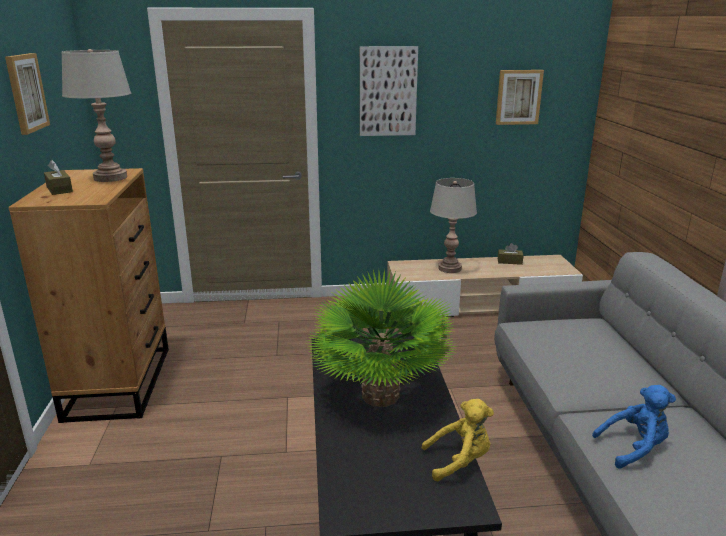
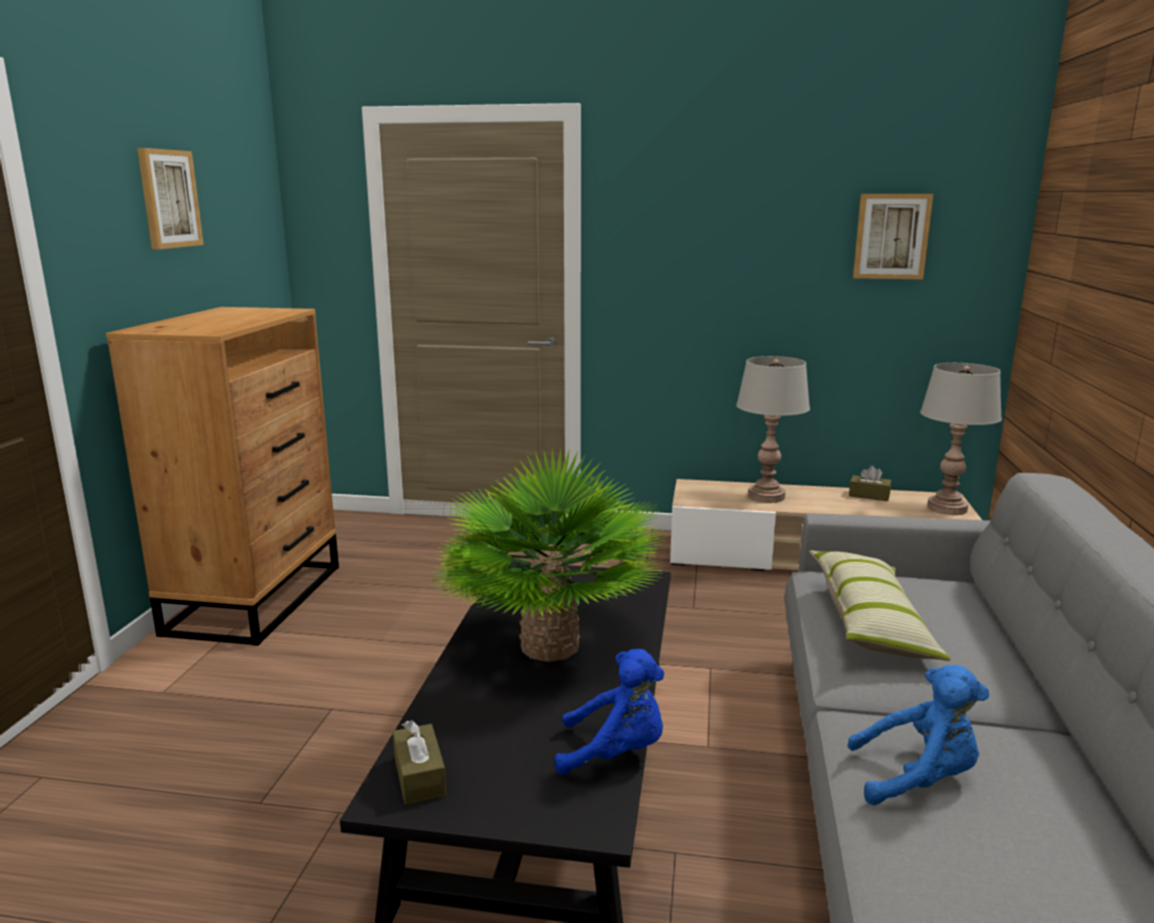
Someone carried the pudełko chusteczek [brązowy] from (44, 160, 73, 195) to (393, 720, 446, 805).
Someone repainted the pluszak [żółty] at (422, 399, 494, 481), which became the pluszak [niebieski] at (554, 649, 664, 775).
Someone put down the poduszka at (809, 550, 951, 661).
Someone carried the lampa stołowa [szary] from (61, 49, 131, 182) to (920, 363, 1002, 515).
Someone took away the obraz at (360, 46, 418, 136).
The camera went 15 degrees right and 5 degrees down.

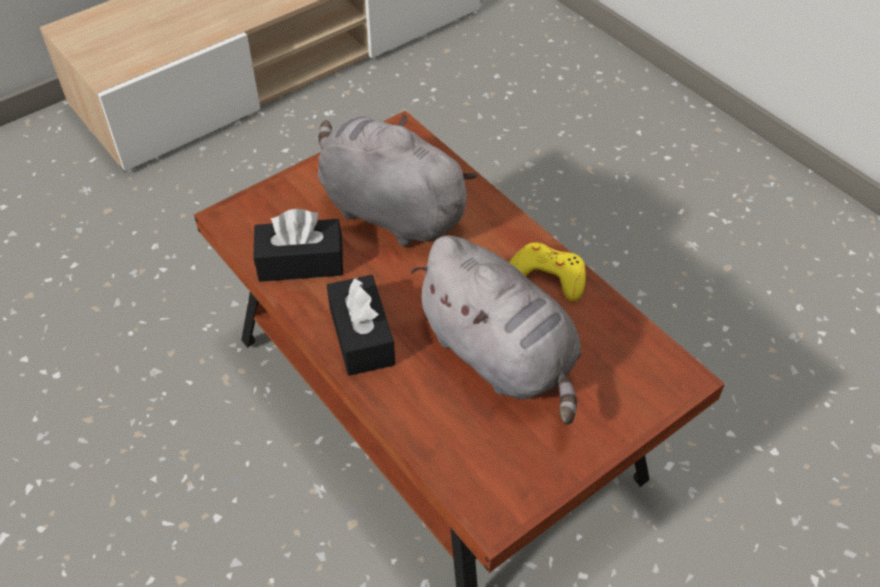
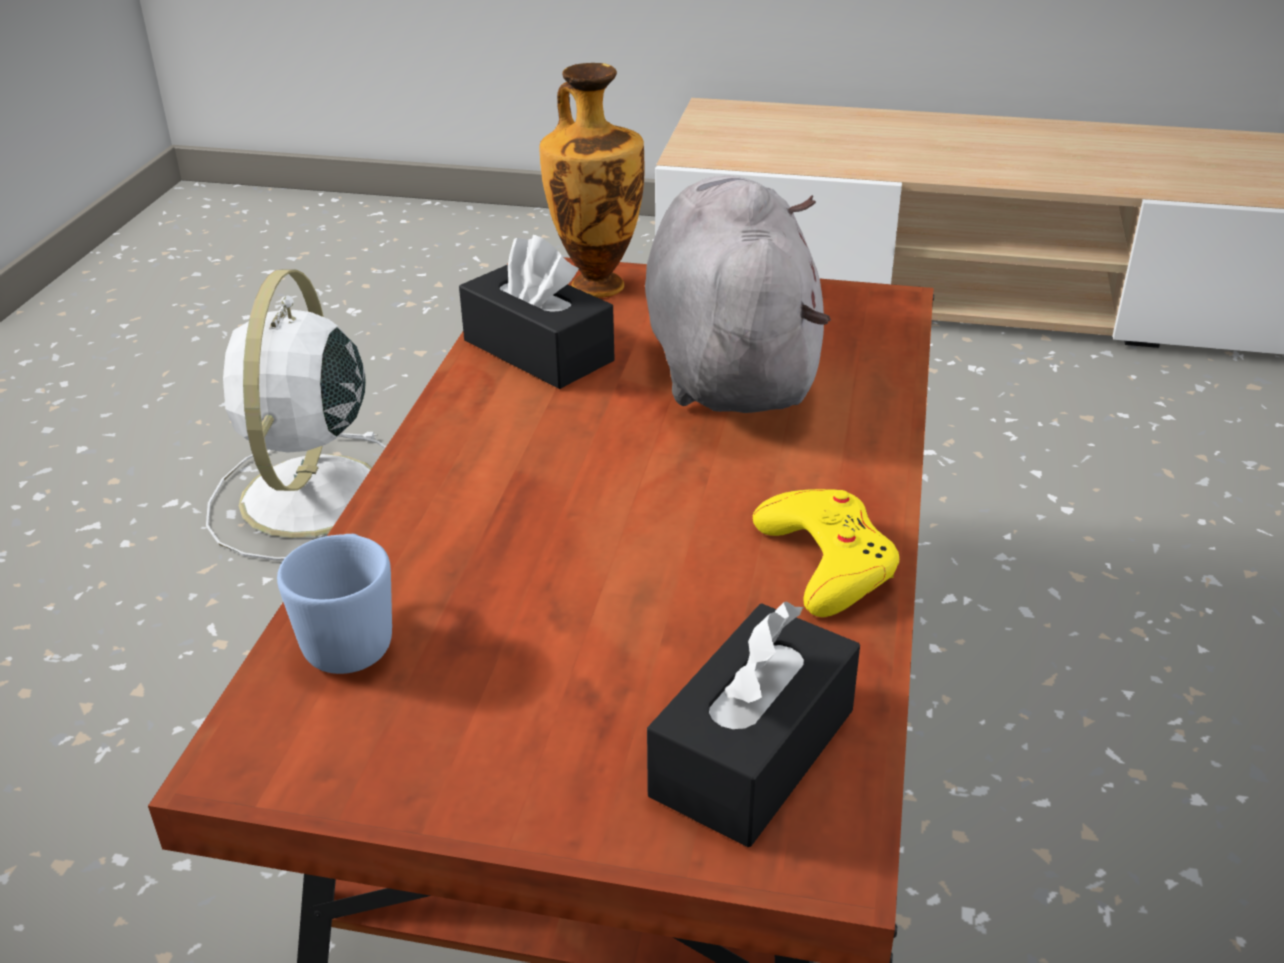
Someone put down the wentylator [biały] at (206, 269, 386, 561).
Someone put down the kubek [niebieski] at (277, 534, 392, 674).
Someone put down the wazon at (540, 63, 645, 298).
Someone carried the pudełko chusteczek [czarny] from (327, 275, 395, 376) to (647, 601, 860, 847).
Someone took away the pluszak [szary] at (411, 235, 581, 425).
The camera went 50 degrees right and 15 degrees down.

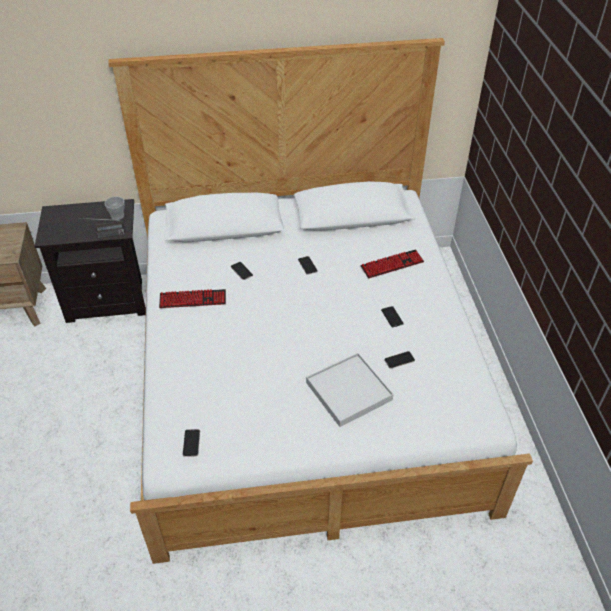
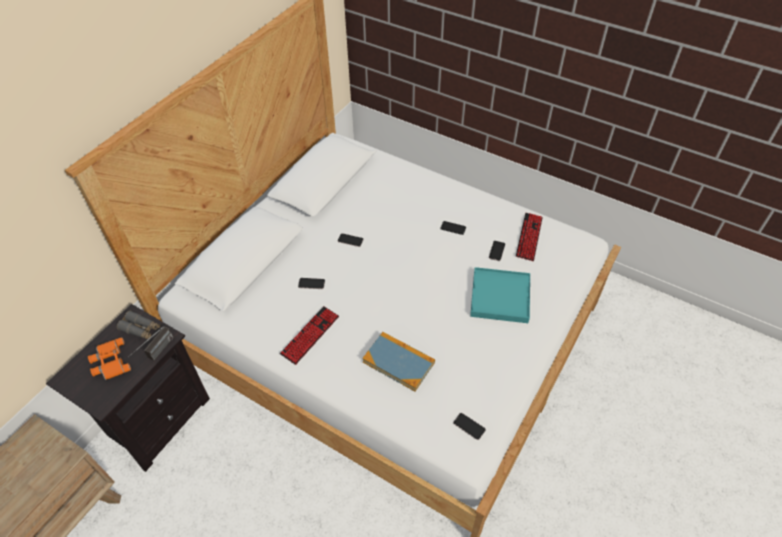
Someone put down the lornetka [pomarańczowy] at (88, 337, 131, 380).
Someone swapped the filiżanka at (105, 197, 125, 220) for the lornetka [szary] at (117, 311, 160, 340).
Someone put down the książka at (362, 332, 435, 391).
Someone repainted the taca [biały] at (306, 353, 394, 427), which became the taca [turkusowy] at (470, 267, 530, 323).
Someone carried the klawiatura from (361, 250, 424, 278) to (516, 213, 543, 261).
The camera went 50 degrees left and 5 degrees up.

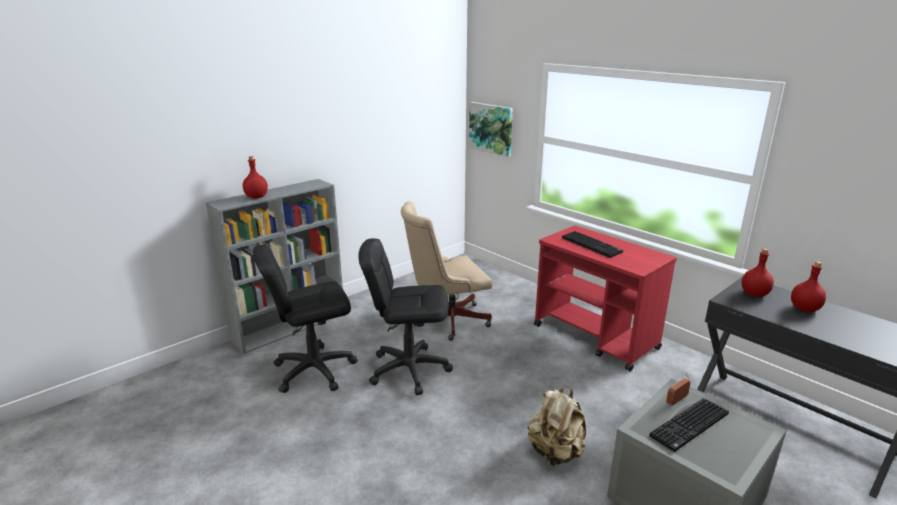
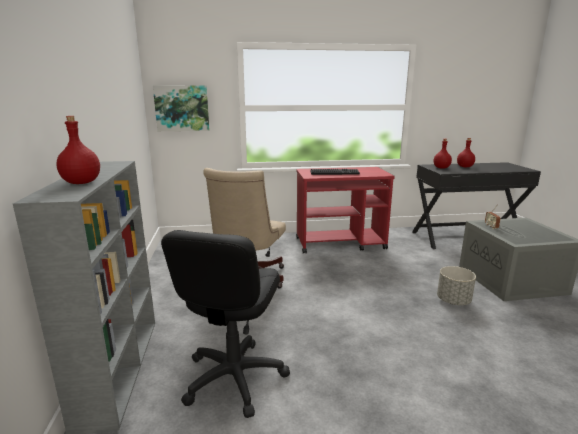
Someone swapped the plecak [beżowy] at (528, 386, 586, 466) for the donica [szary] at (437, 266, 476, 305).
Someone took away the krzesło biurowe [czarny] at (358, 238, 453, 395).
Someone took away the klawiatura at (649, 398, 729, 452).
The camera went 55 degrees left and 5 degrees down.

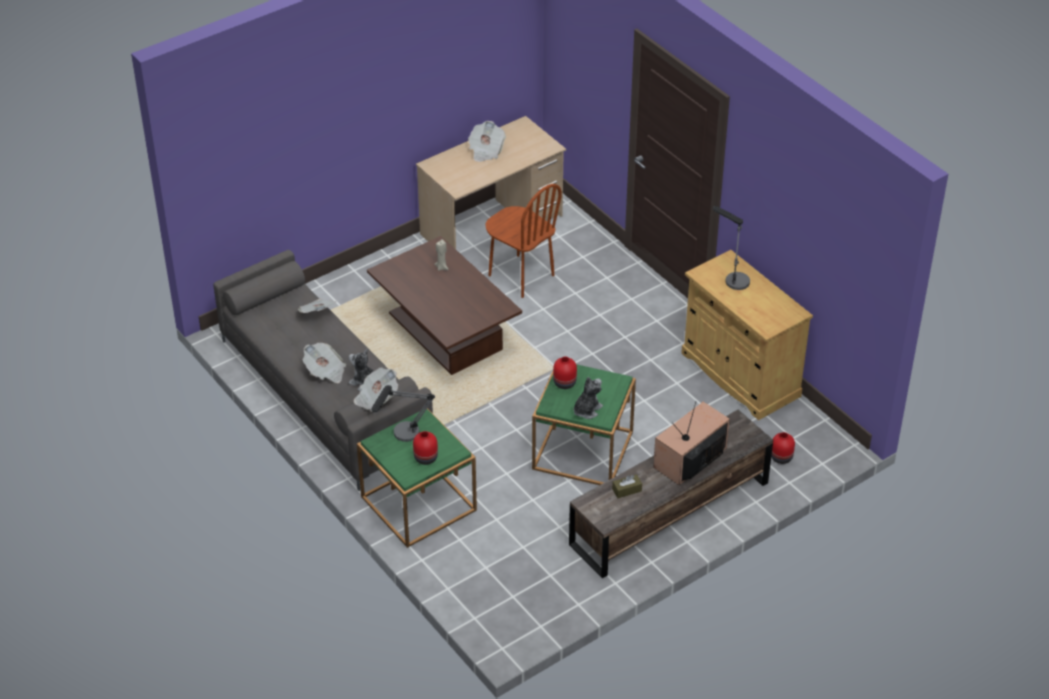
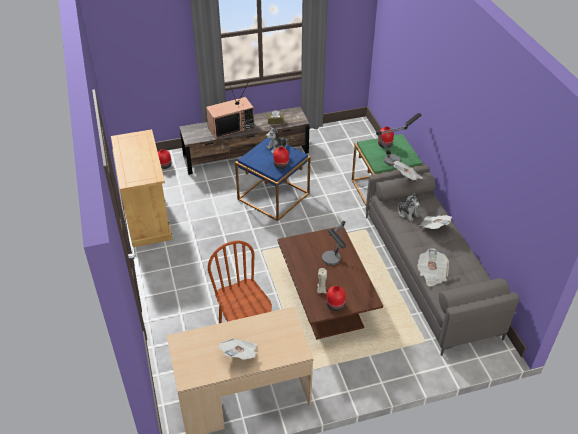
Someone repainted the stolik [zielony] at (532, 364, 636, 485), which became the stolik [niebieski] at (235, 138, 311, 221).
Someone carried the lampa stołowa from (713, 206, 750, 290) to (322, 221, 346, 265).
Someone put down the wazon [czerwony] at (326, 286, 346, 311).
The camera went 160 degrees left and 0 degrees up.

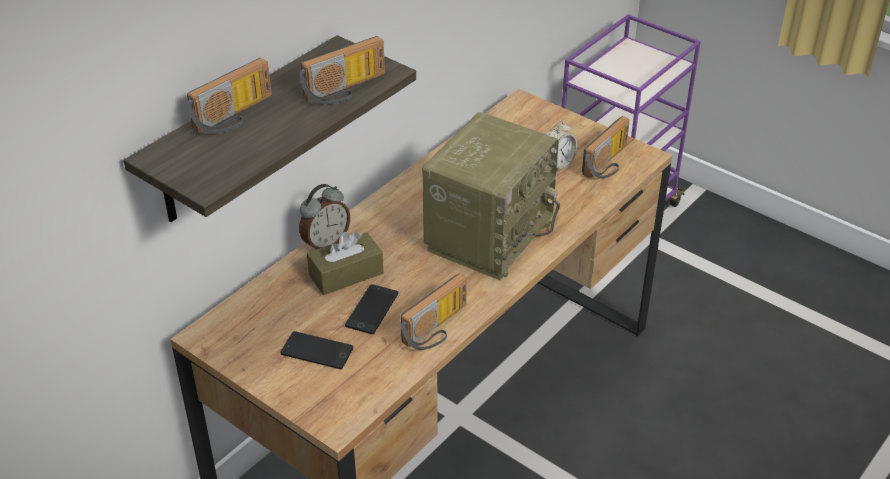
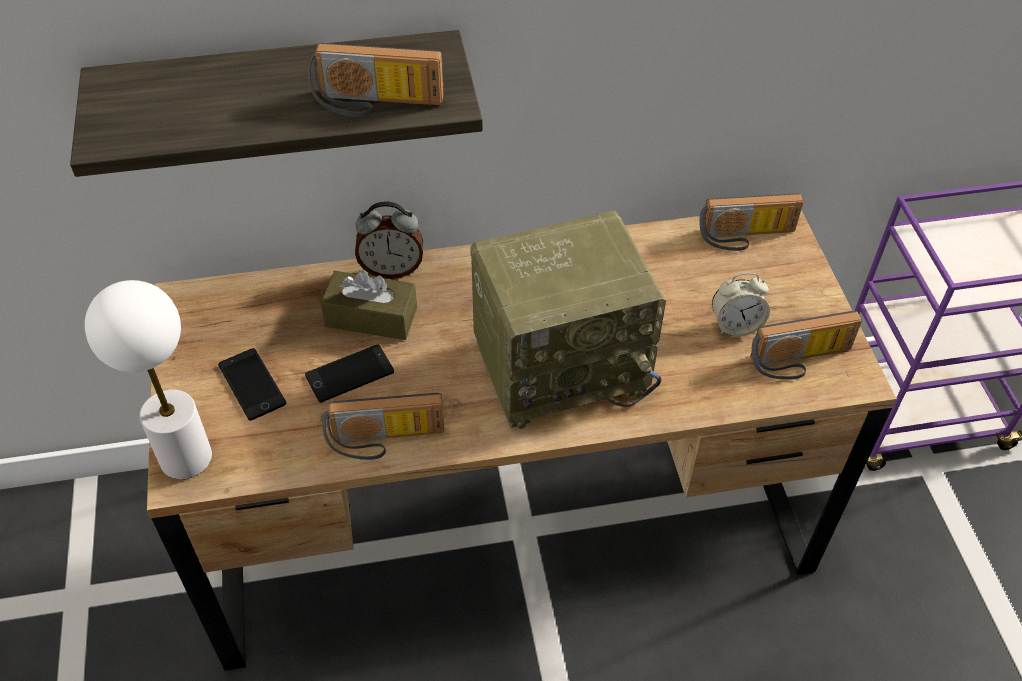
Someone put down the lampa stołowa [biały] at (85, 280, 212, 479).
Someone carried the radio from (187, 58, 271, 134) to (699, 194, 803, 251).
The camera went 40 degrees right and 10 degrees up.

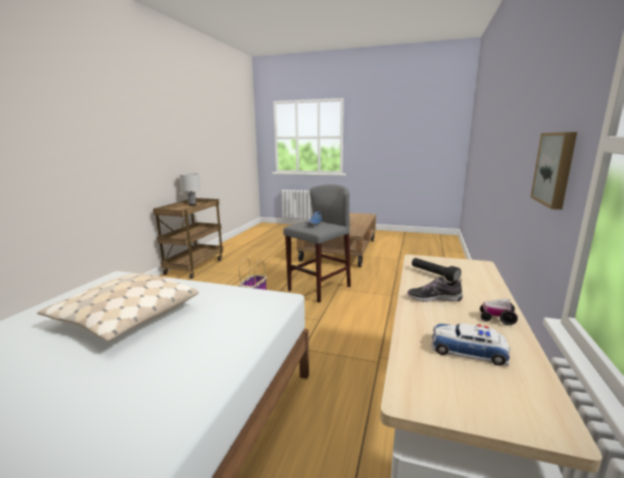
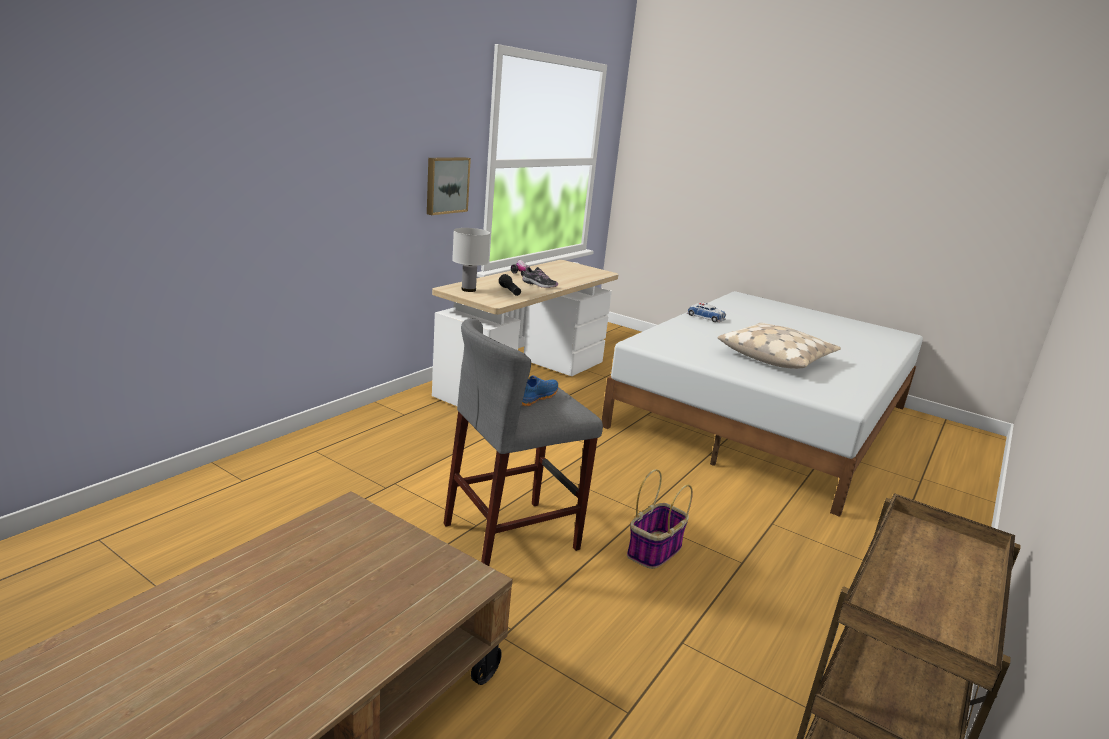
Someone carried the lampa stołowa [biały] from (179, 173, 201, 206) to (452, 228, 490, 292).
Someone carried the samochodzik from (431, 323, 510, 366) to (687, 302, 726, 322).
The camera went 165 degrees left and 5 degrees up.

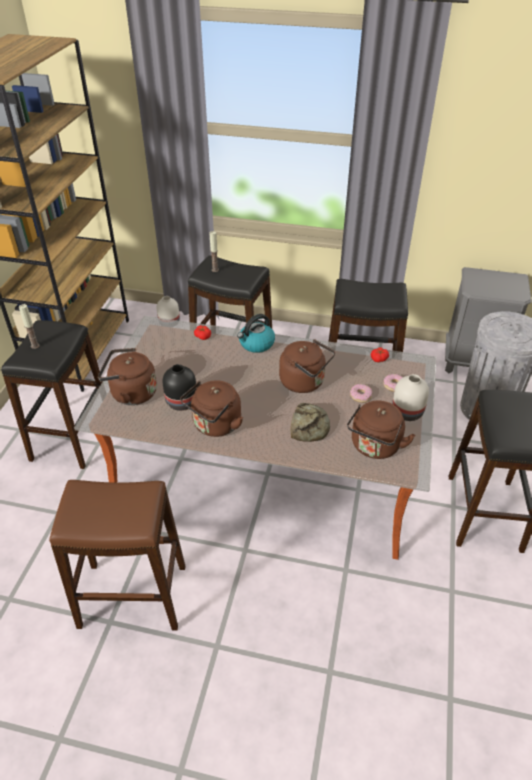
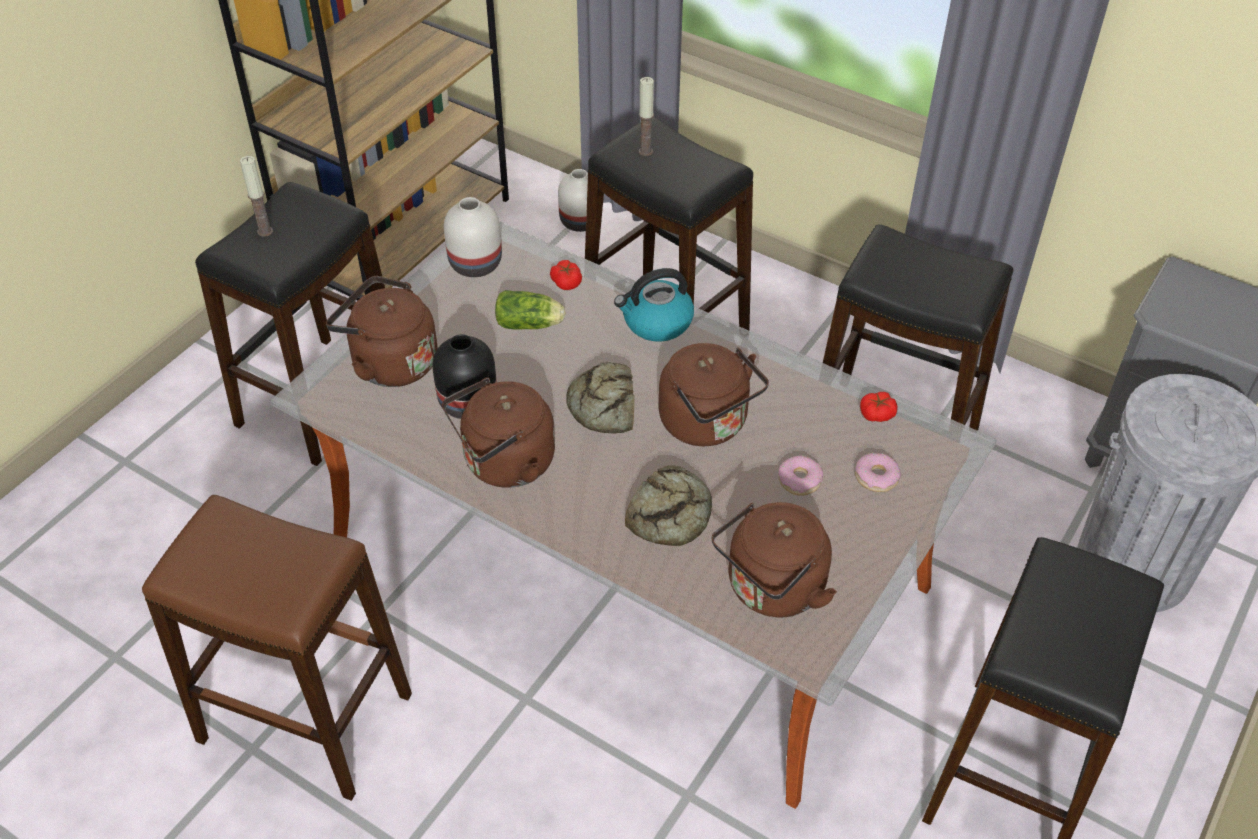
Someone carried the wazon [biały] from (392, 374, 429, 421) to (444, 197, 502, 277).
Someone put down the sałata at (495, 290, 566, 330).
Someone put down the chleb at (567, 362, 634, 433).
The camera went 20 degrees right and 5 degrees up.

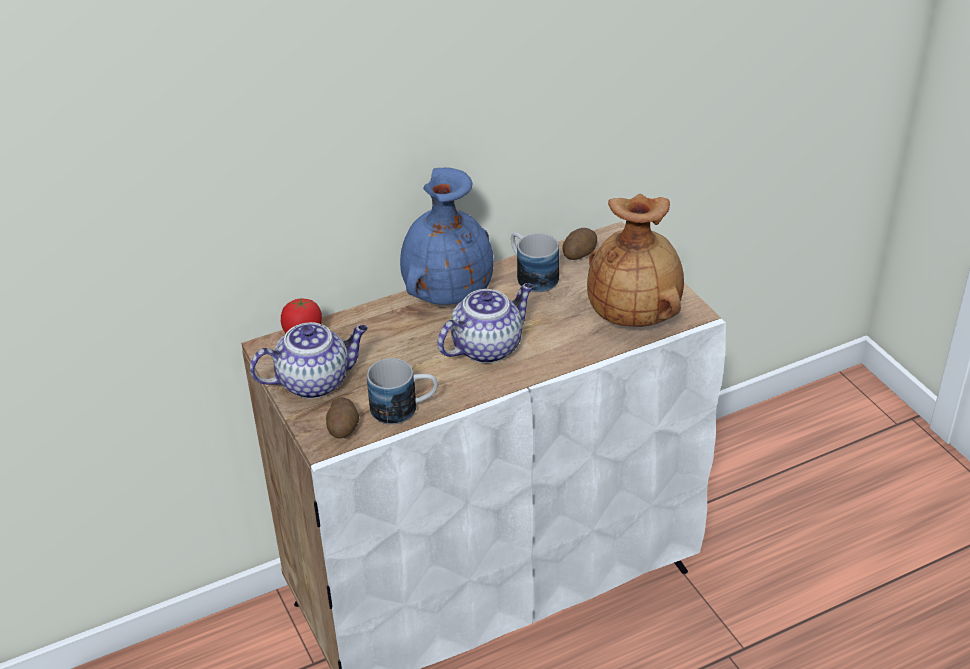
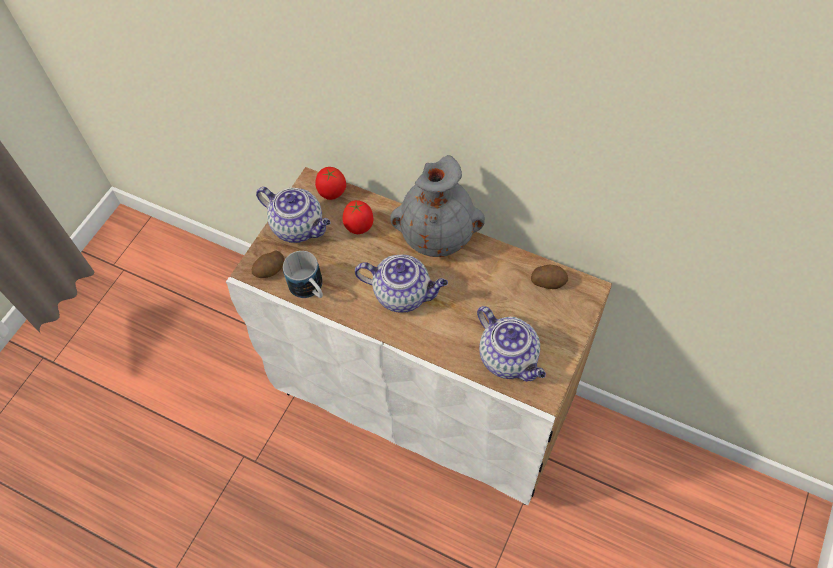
Someone put down the pomidor at (342, 200, 373, 234).
Someone repainted the wazon [niebieski] at (400, 168, 494, 305), which became the wazon [szary] at (390, 155, 485, 257).
Someone swapped the wazon [brązowy] at (587, 194, 684, 327) for the imbryk at (477, 306, 546, 381).
Someone took away the kubek at (511, 232, 559, 292).
The camera went 55 degrees right and 20 degrees up.

